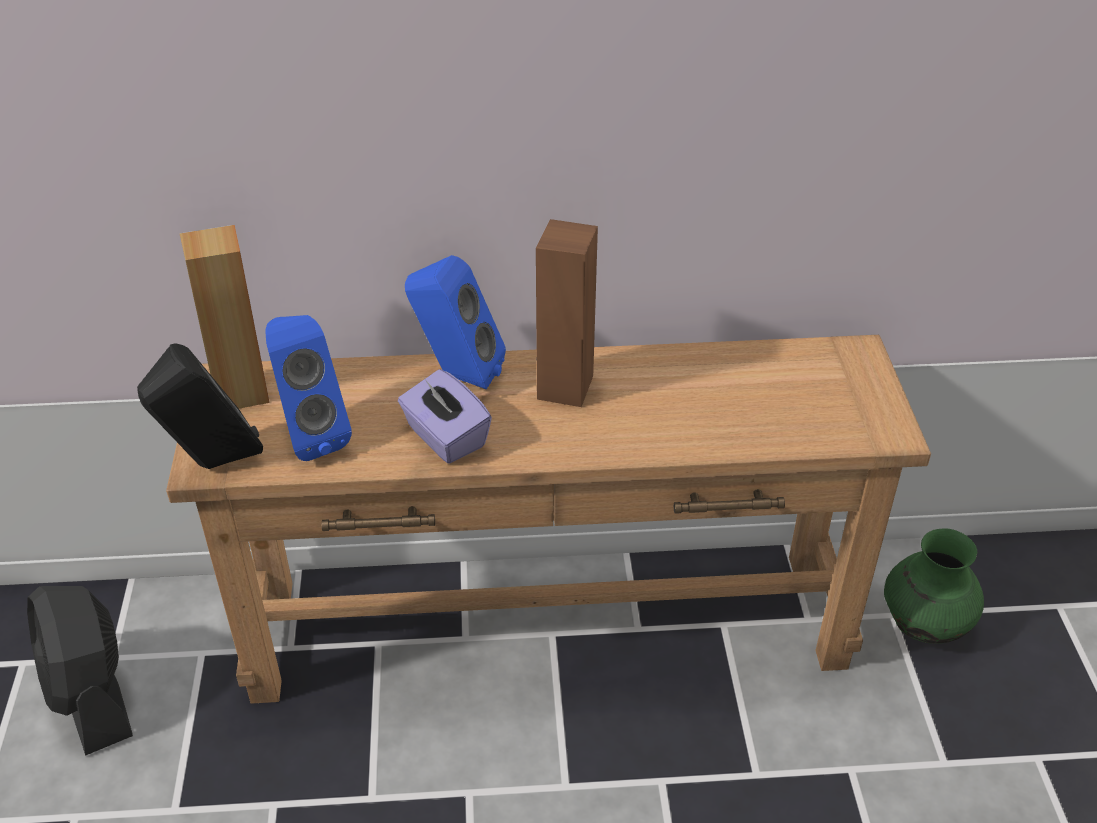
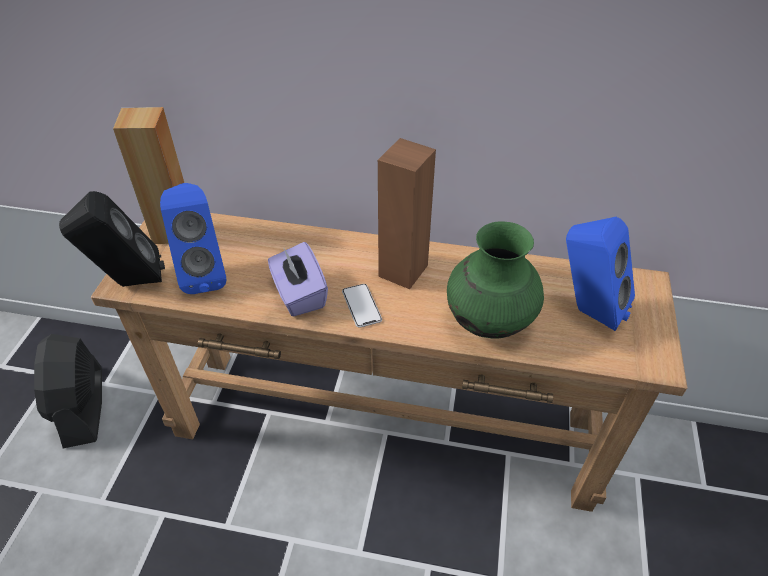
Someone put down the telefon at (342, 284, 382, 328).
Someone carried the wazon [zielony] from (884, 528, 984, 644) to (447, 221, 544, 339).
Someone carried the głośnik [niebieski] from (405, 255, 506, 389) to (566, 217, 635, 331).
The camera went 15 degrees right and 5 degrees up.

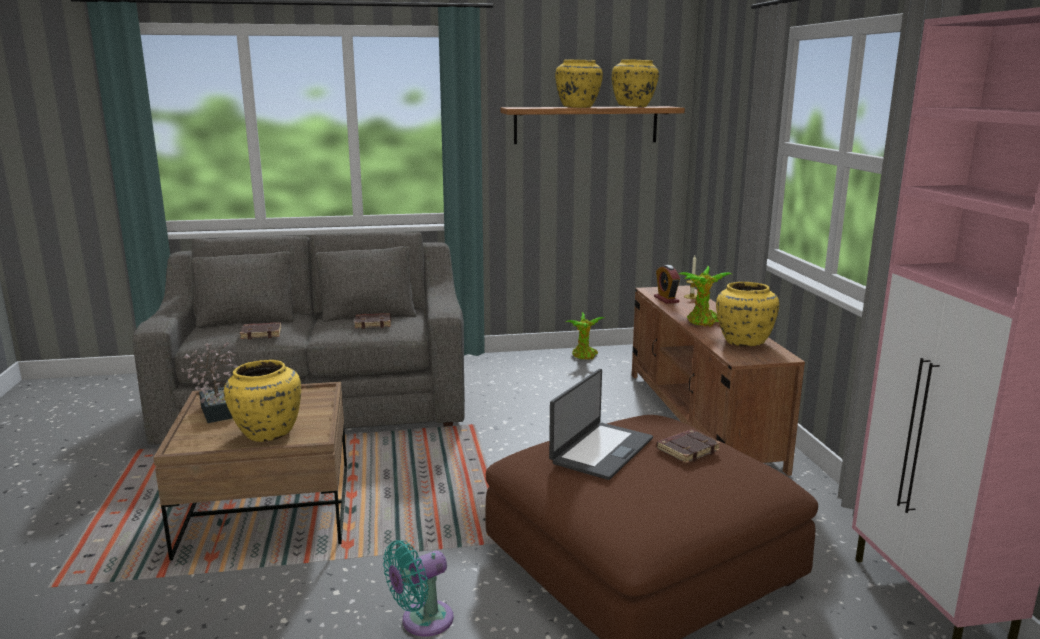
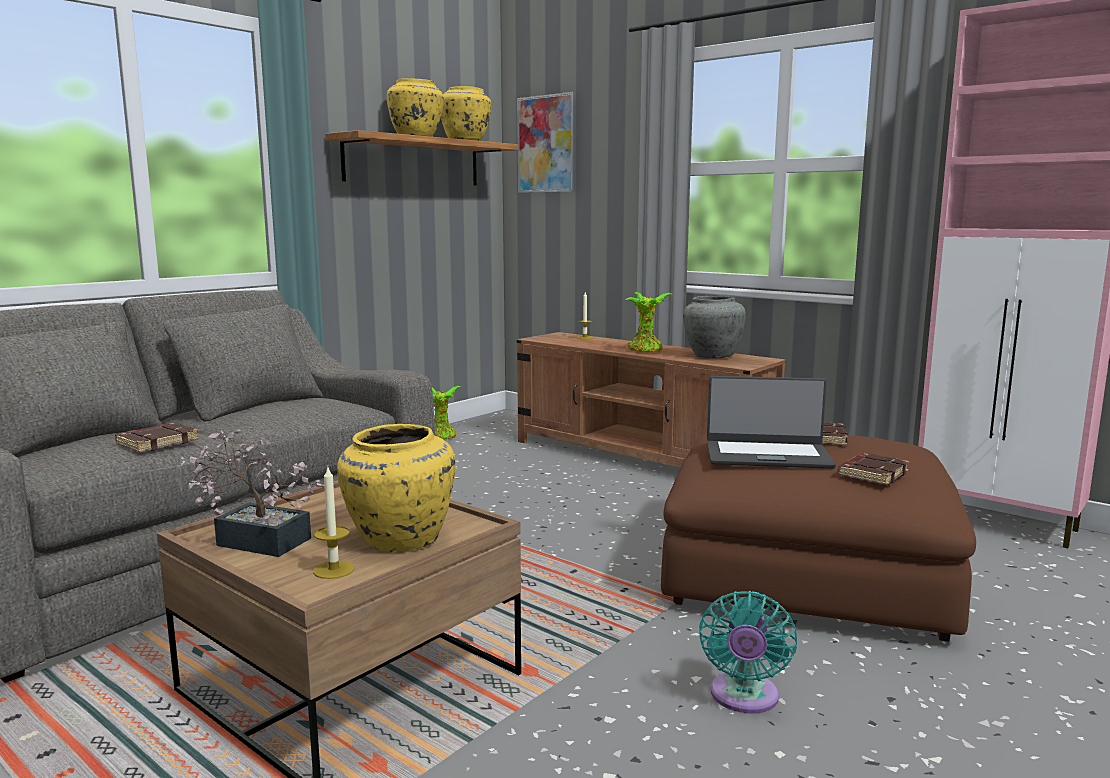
Someone put down the świeca at (313, 468, 355, 579).
Someone put up the obraz at (517, 92, 576, 193).
Someone repainted the wazon [żółty] at (716, 282, 779, 347), which became the wazon [szary] at (683, 296, 746, 358).
Someone rotated the laptop at (549, 369, 653, 480) by 105 degrees clockwise.
Someone carried the książka [brązowy] from (354, 313, 391, 329) to (838, 453, 909, 485).
Someone took away the budzik at (654, 265, 680, 304).
The camera went 40 degrees left and 5 degrees down.

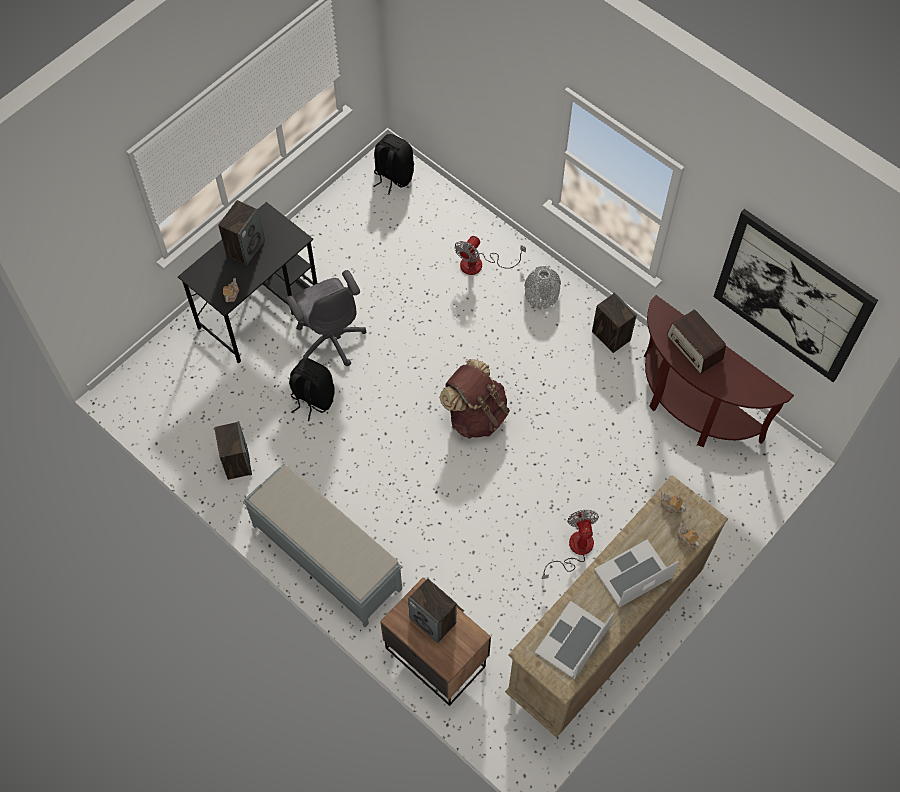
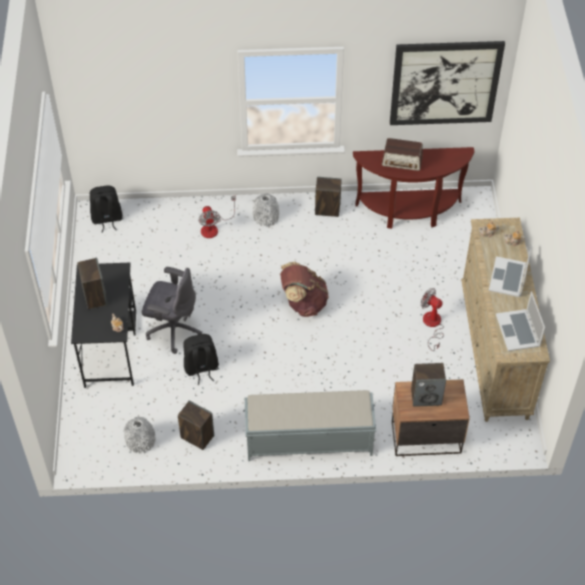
Someone put down the wazon [szary] at (123, 417, 155, 454).
The camera went 45 degrees left and 10 degrees down.

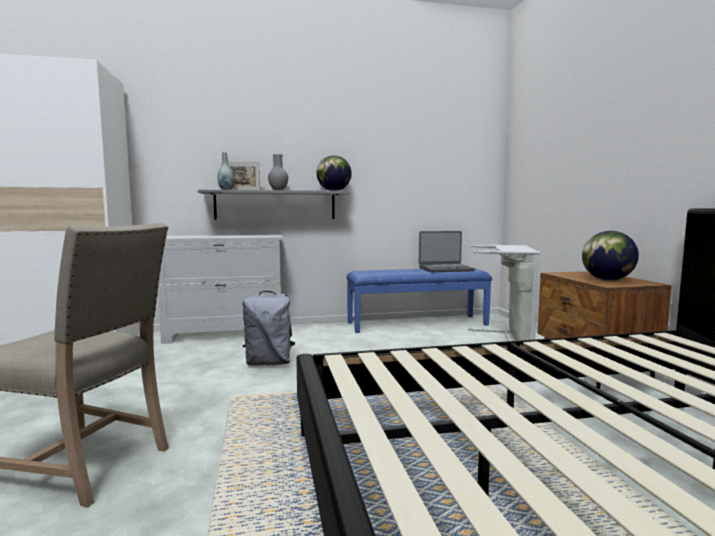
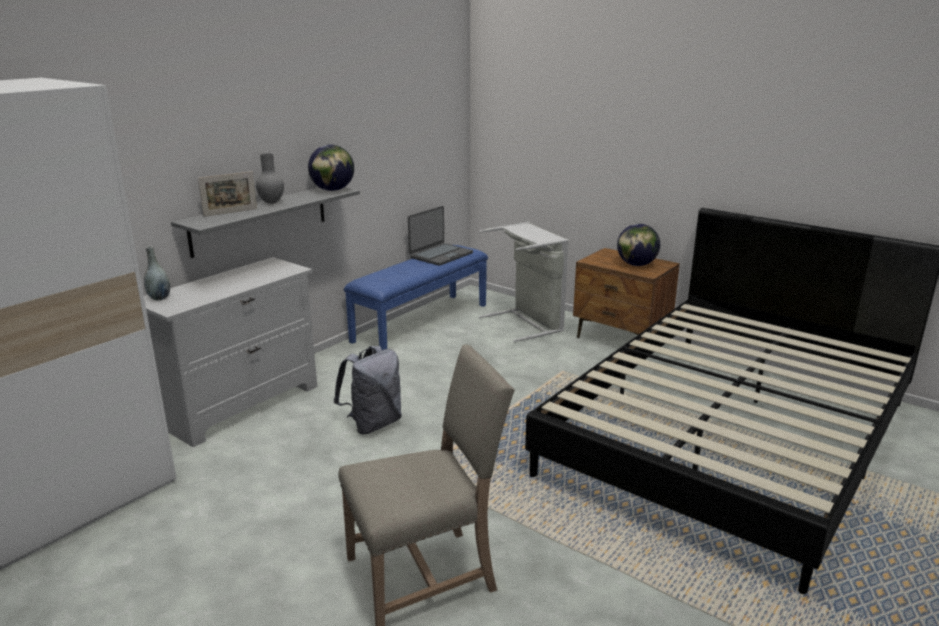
Someone carried the wazon [szary] from (218, 152, 235, 190) to (144, 246, 170, 300).
The camera went 40 degrees left and 15 degrees up.

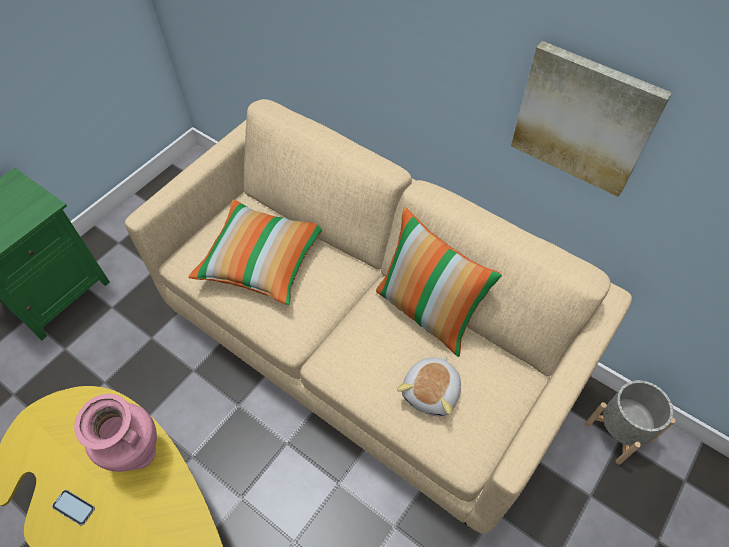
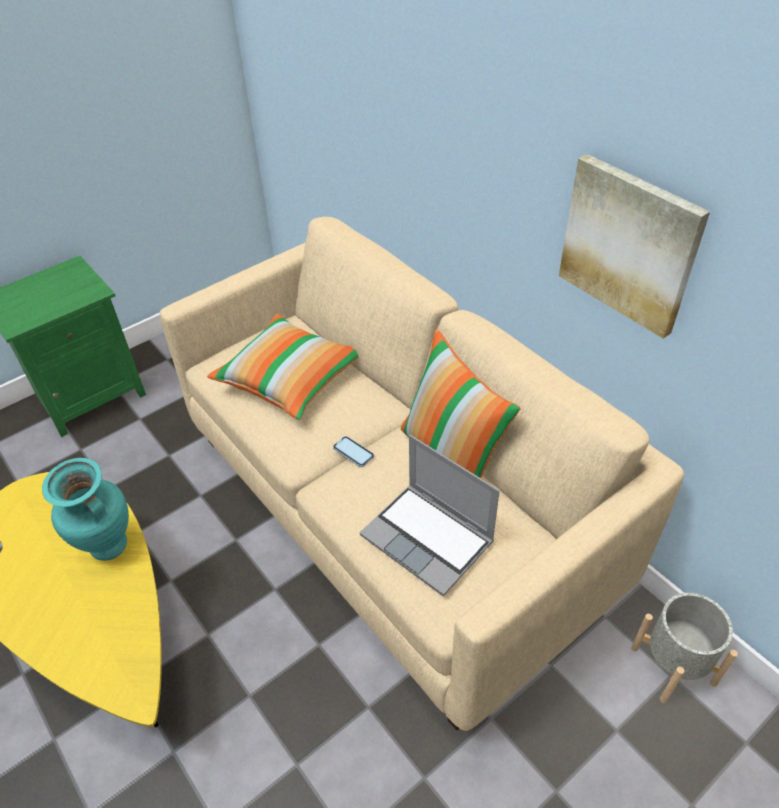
Someone repainted the wazon [różowy] at (74, 394, 157, 472), which became the wazon [turkusowy] at (42, 458, 129, 561).
Someone carried the telefon from (52, 490, 95, 526) to (333, 436, 374, 467).
Someone swapped the pluszak at (397, 356, 461, 416) for the laptop at (360, 435, 500, 596).
The camera went 15 degrees right and 10 degrees down.

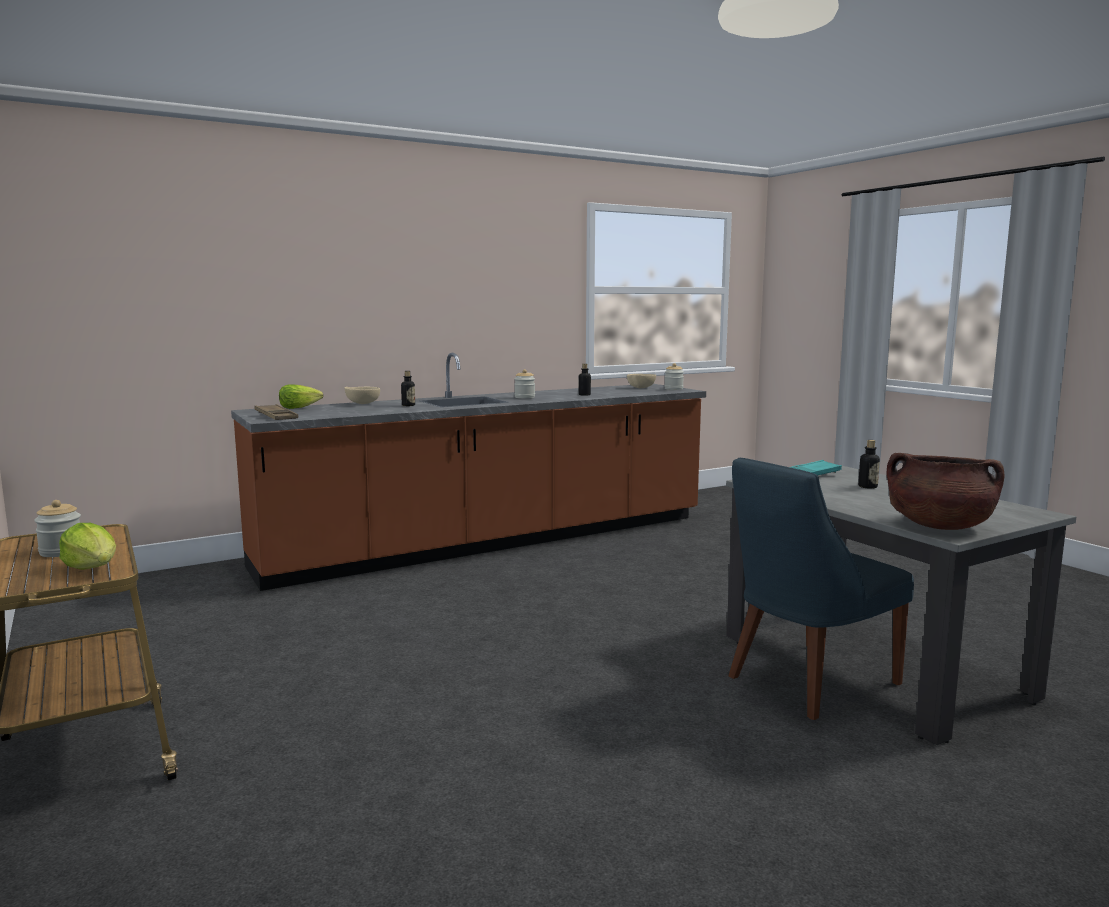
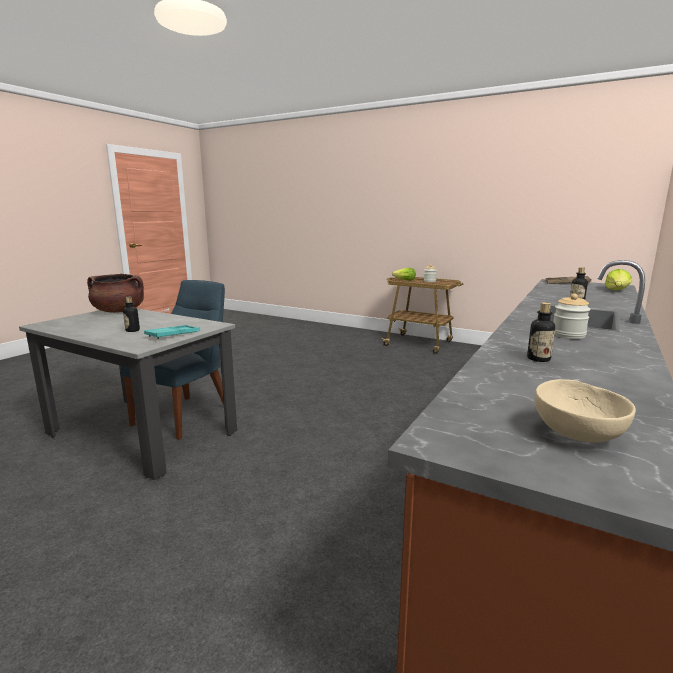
Someone took away the miska [beżowy] at (345, 387, 380, 404).
Someone took away the słoik at (664, 363, 684, 390).
The camera went 150 degrees right and 5 degrees up.

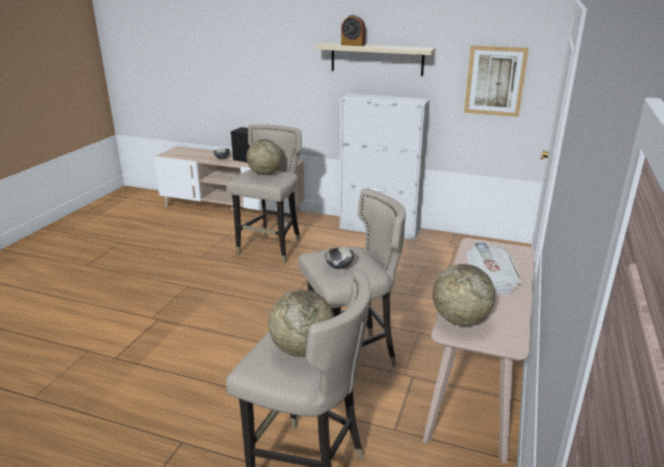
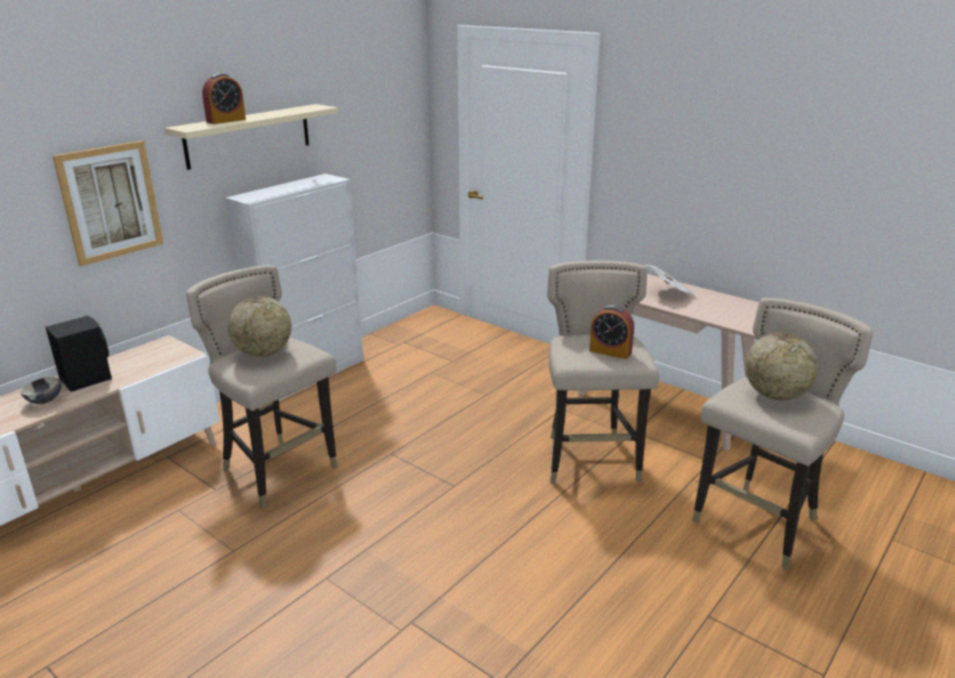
Someone carried the obraz from (464, 46, 529, 117) to (53, 141, 163, 266).
Someone swapped the miska at (324, 247, 354, 269) for the budzik at (589, 305, 634, 359).
Someone took away the globus at (433, 264, 496, 326).
The camera went 70 degrees left and 0 degrees up.

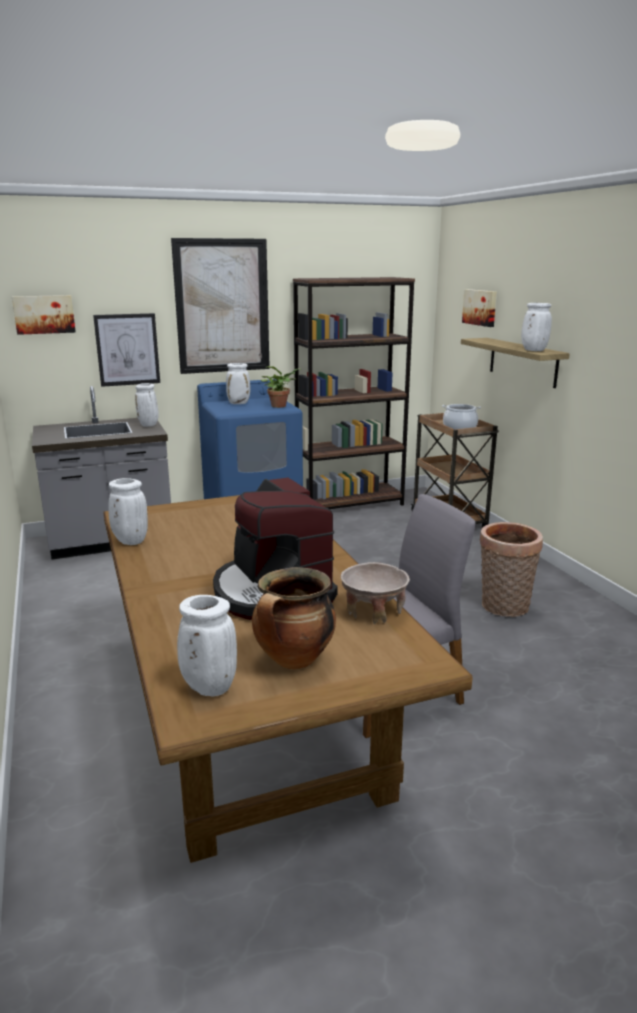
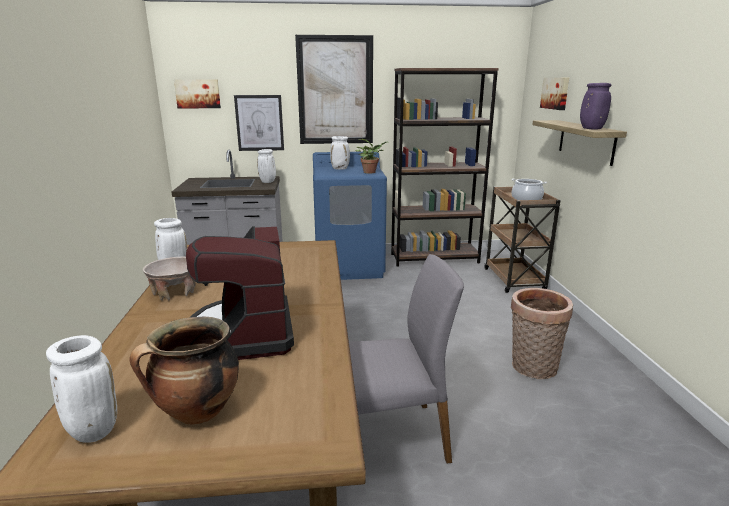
Someone carried the miska [beżowy] from (341, 562, 410, 624) to (143, 257, 196, 301).
Someone repainted the wazon [biały] at (521, 303, 552, 351), which became the wazon [fioletowy] at (580, 83, 611, 130).
The camera went 15 degrees right and 0 degrees up.

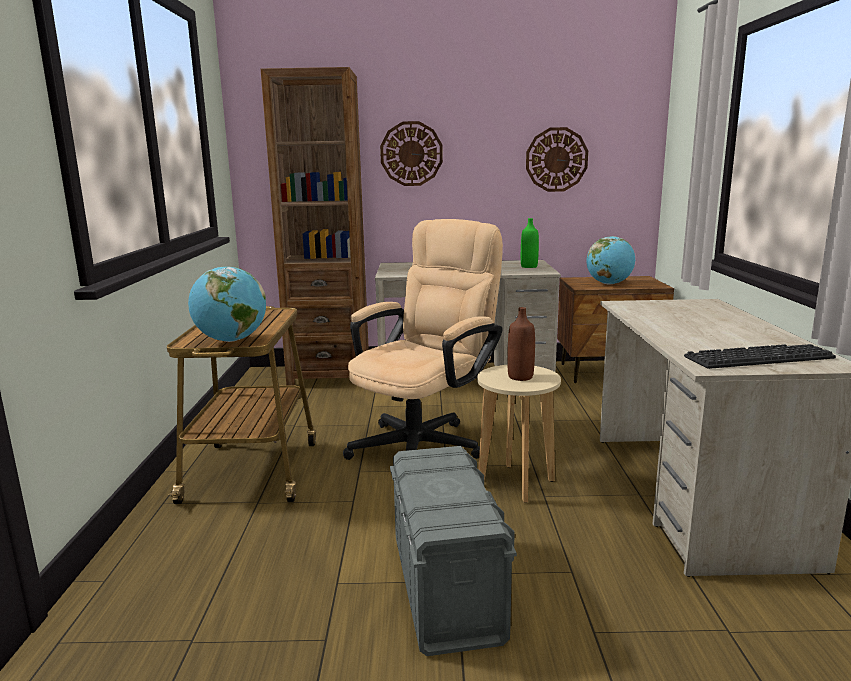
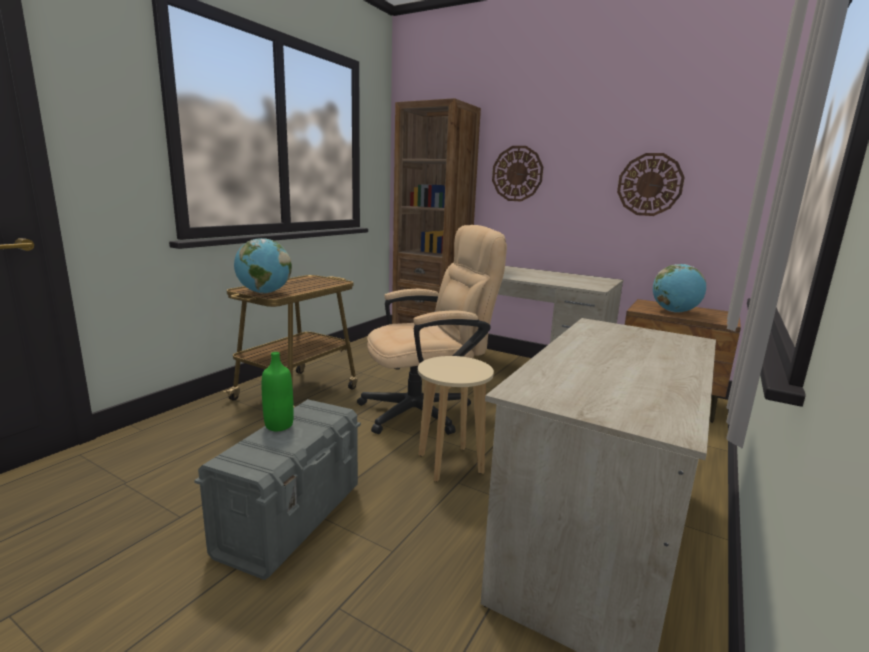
Someone carried the butelka [zielony] from (521, 218, 539, 268) to (262, 352, 294, 431).
Someone took away the butelka [brązowy] at (507, 307, 535, 381).
Someone took away the klawiatura at (684, 344, 836, 369).
The camera went 30 degrees right and 0 degrees up.

